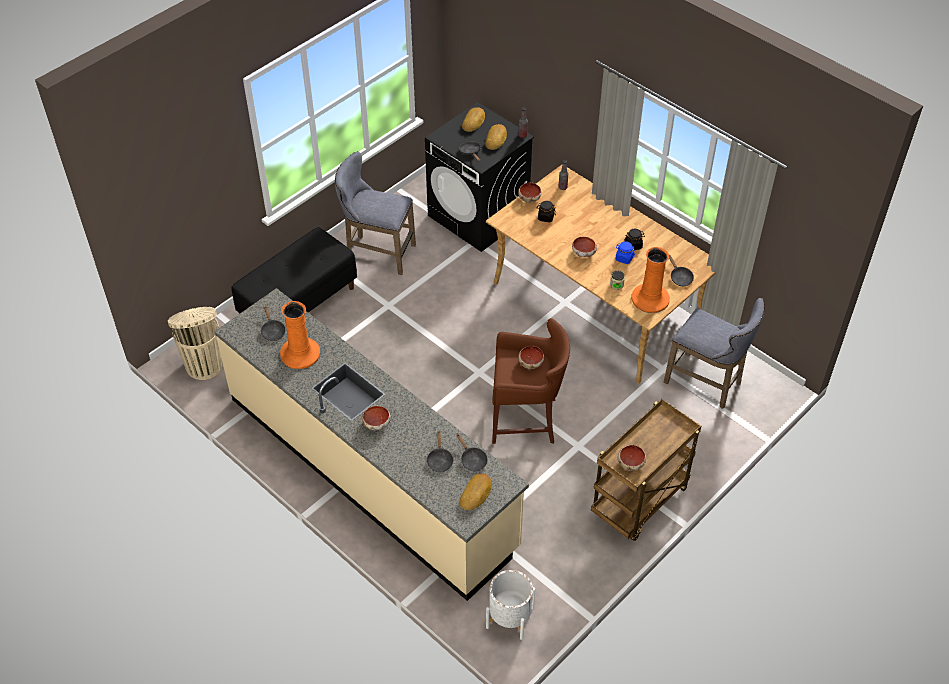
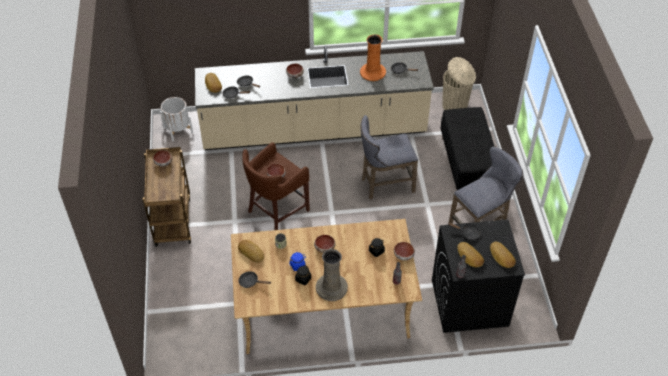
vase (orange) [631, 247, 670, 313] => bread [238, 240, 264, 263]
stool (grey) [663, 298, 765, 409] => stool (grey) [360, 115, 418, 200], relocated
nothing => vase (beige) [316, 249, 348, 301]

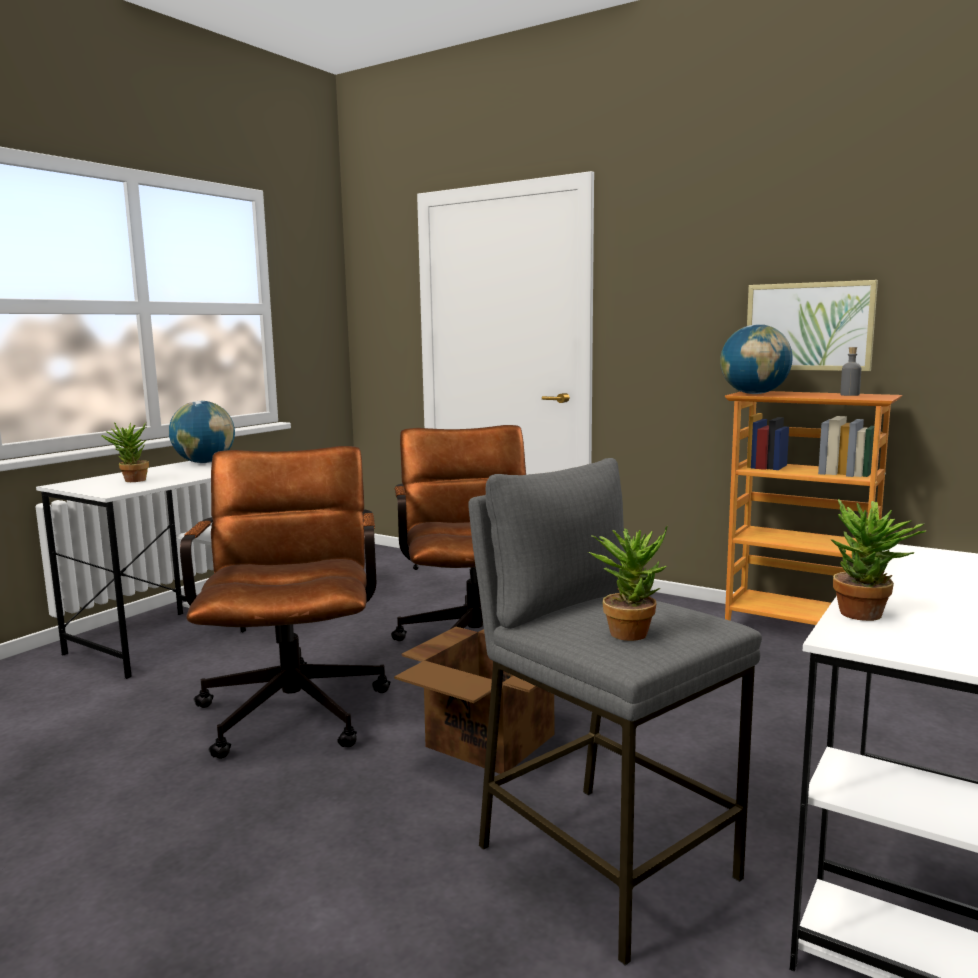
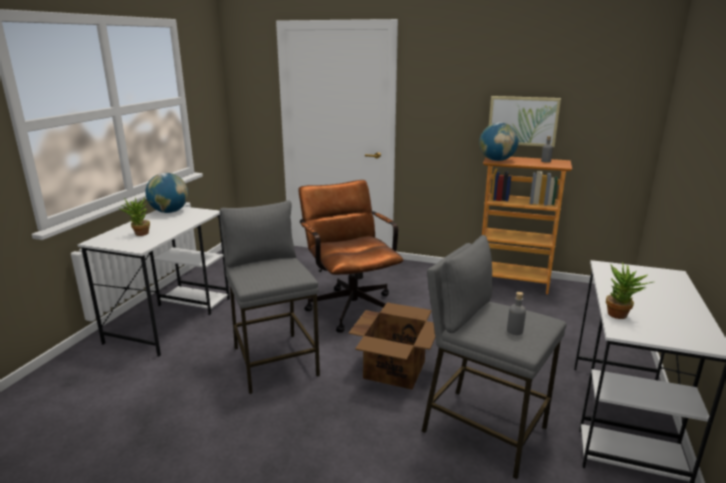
office chair (brown) [180, 446, 391, 759] => stool (grey) [220, 201, 320, 394]
potted plant [588, 526, 667, 641] => bottle (grey) [507, 292, 526, 335]

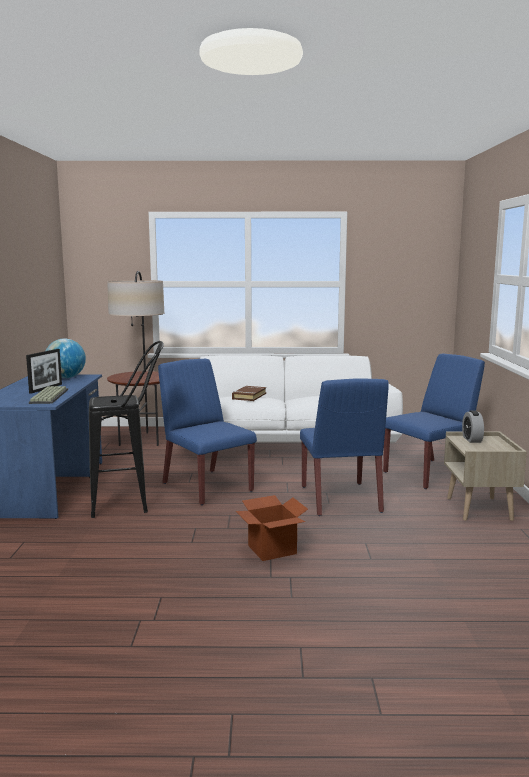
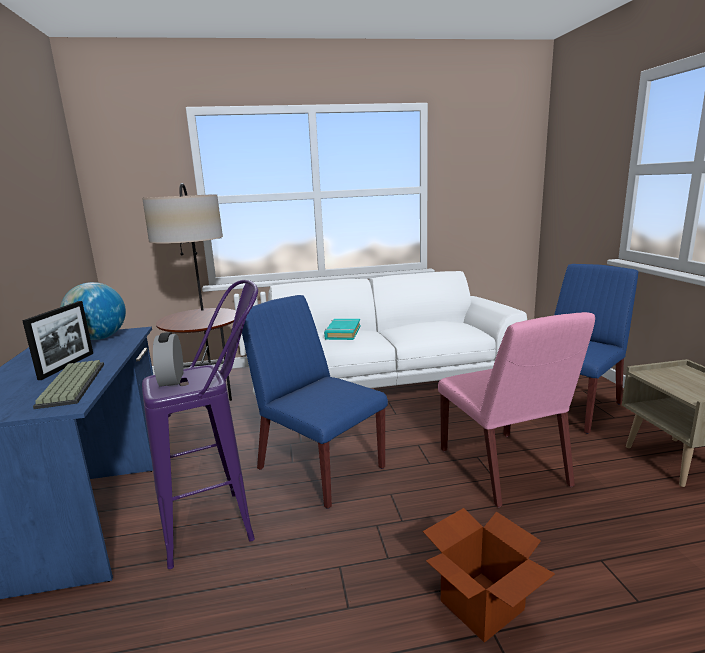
stool (black) [89, 341, 164, 518] => stool (purple) [142, 280, 258, 569]
chair (blue) [300, 378, 389, 516] => chair (pink) [438, 312, 595, 507]
book (brown) [232, 386, 266, 401] => book (turquoise) [324, 319, 360, 340]
alarm clock [462, 410, 484, 443] => alarm clock [153, 332, 184, 387], relocated

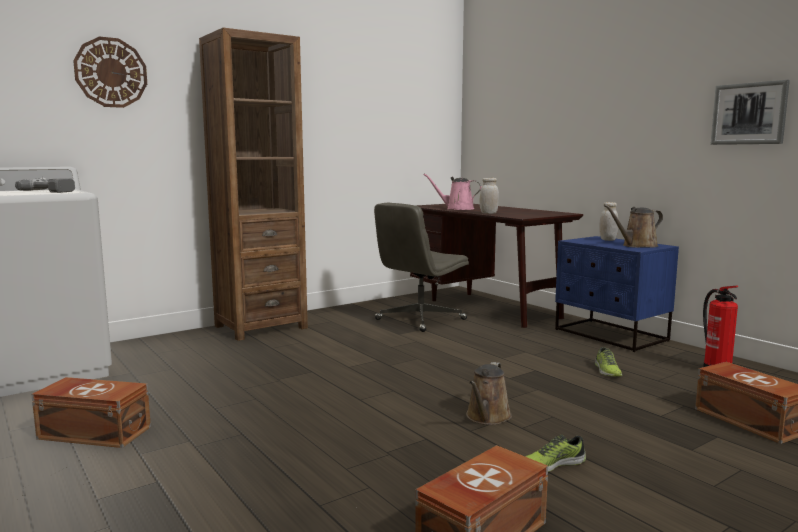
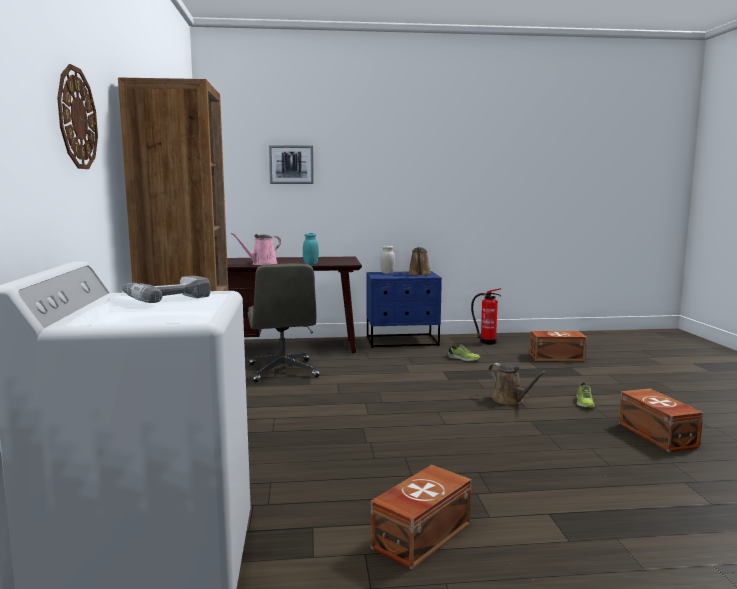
picture [711, 80, 790, 145] => picture [269, 145, 314, 184], relocated
jar (white) [480, 178, 499, 214] => jar (turquoise) [303, 233, 319, 265]

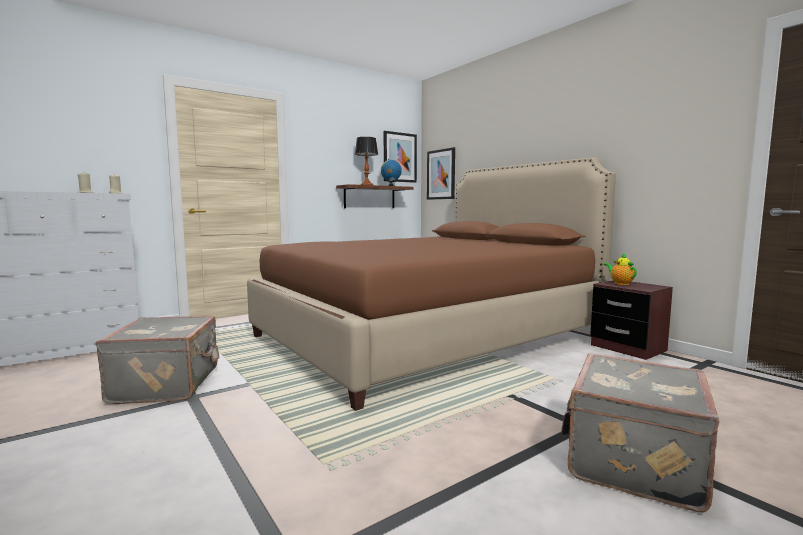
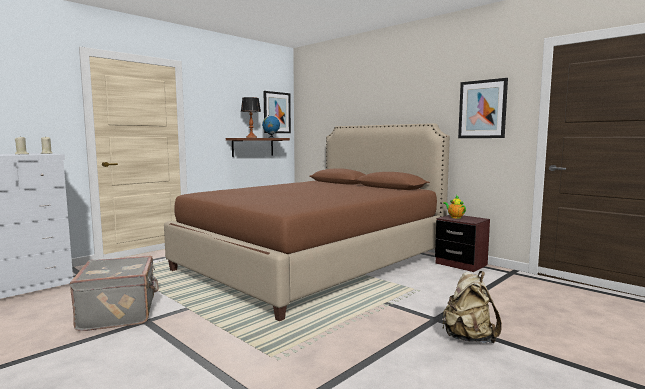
picture [427, 147, 455, 200] => picture [458, 78, 508, 138], relocated
suitcase (grey) [561, 353, 719, 512] => backpack (beige) [442, 271, 502, 343]

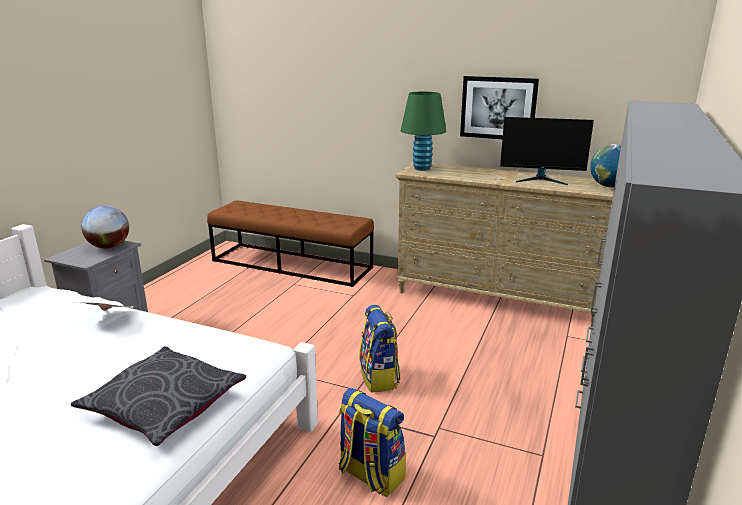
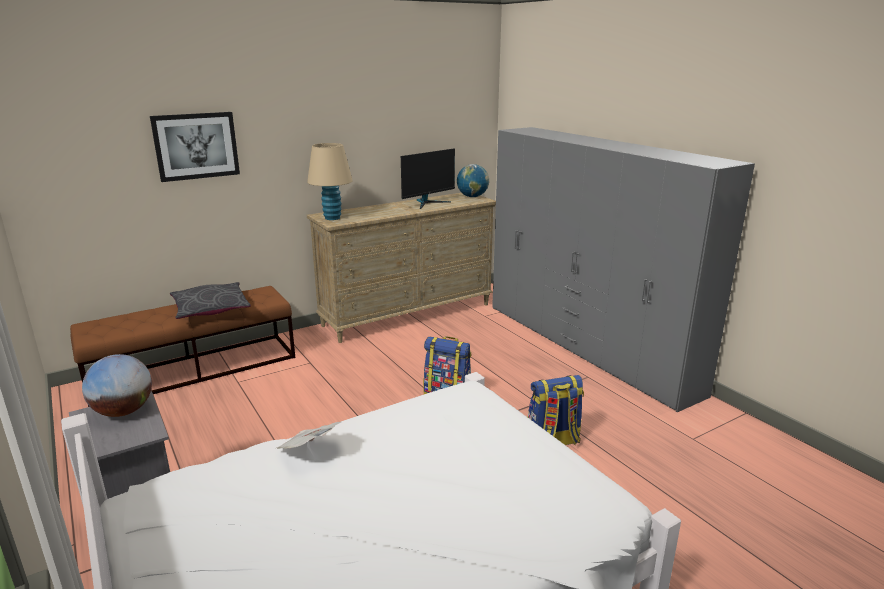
picture [460, 76, 539, 139] => picture [150, 112, 240, 182], relocated
table lamp (green) [401, 92, 446, 171] => table lamp (beige) [307, 143, 353, 220]
pillow (grey) [71, 346, 246, 446] => pillow (grey) [170, 282, 251, 319], relocated

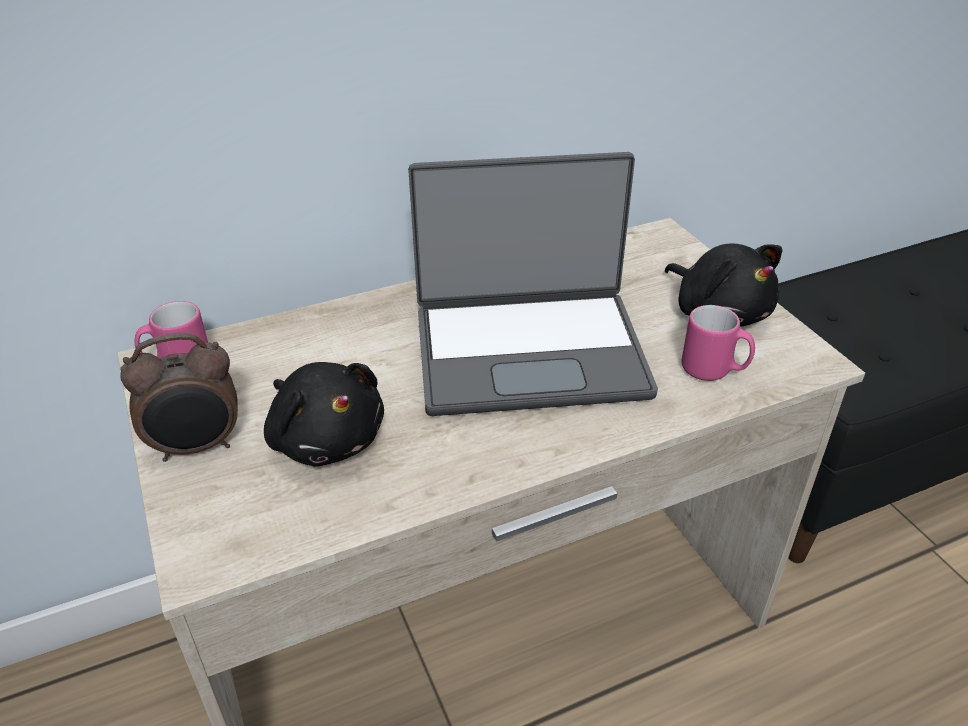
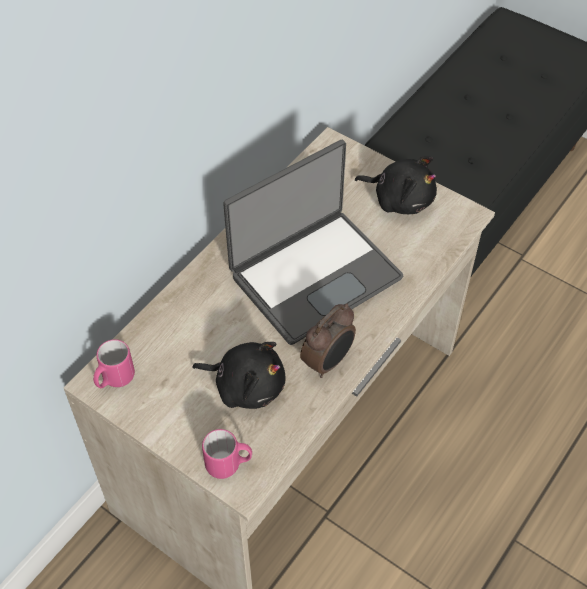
mug (pink) [682, 305, 755, 381] => mug (pink) [202, 429, 252, 479], relocated
alarm clock [120, 333, 238, 462] => alarm clock [300, 303, 356, 378], relocated

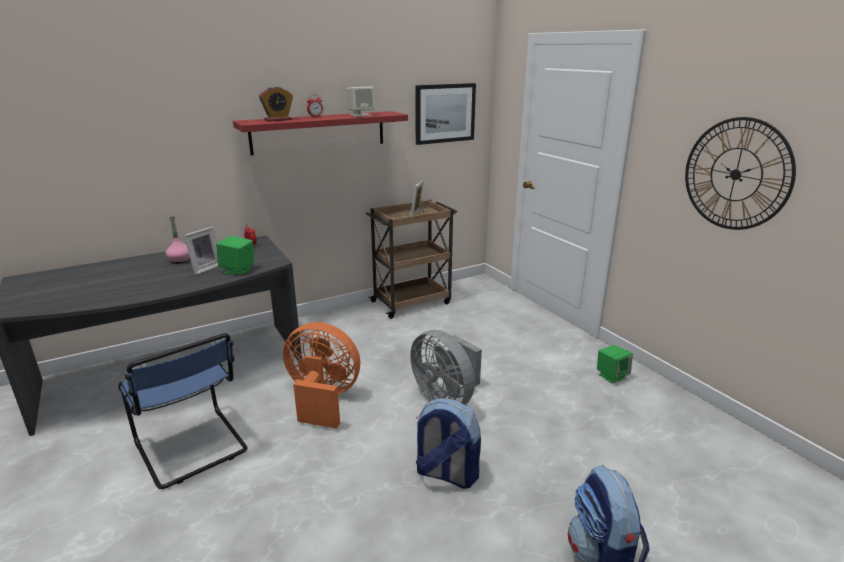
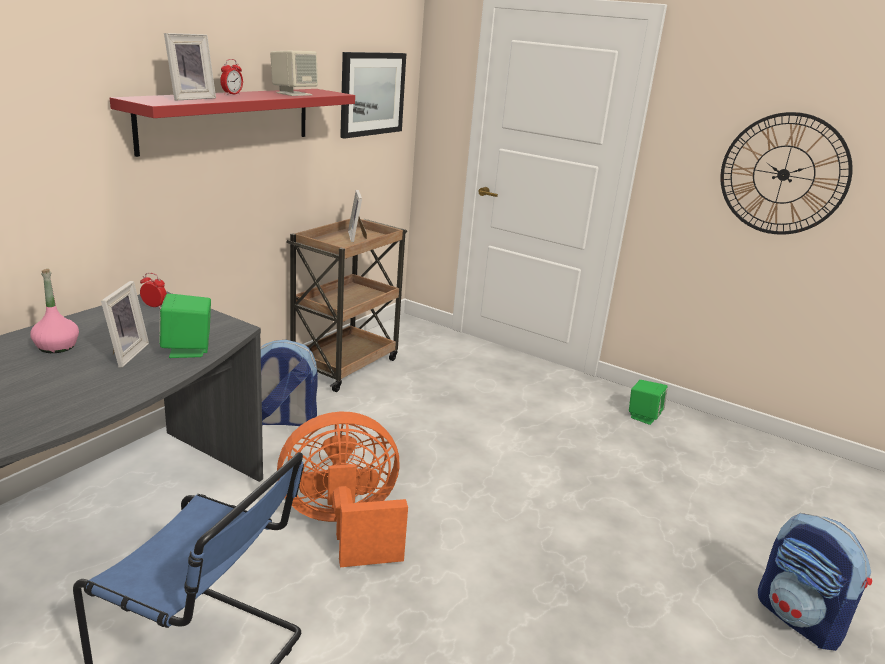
alarm clock [259, 86, 293, 122] => picture frame [164, 33, 216, 101]
fan (grey) [410, 330, 482, 405] => nothing
backpack [416, 398, 481, 489] => backpack [261, 339, 318, 426], relocated

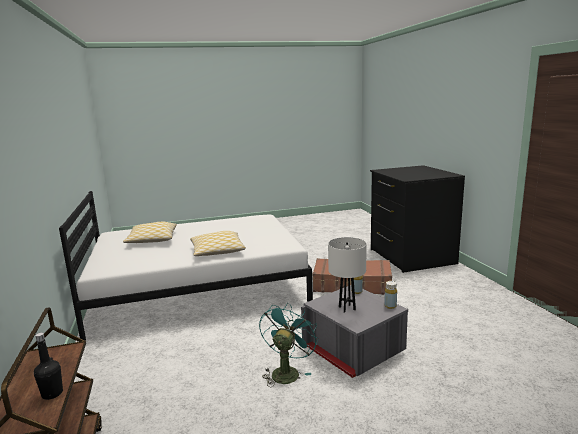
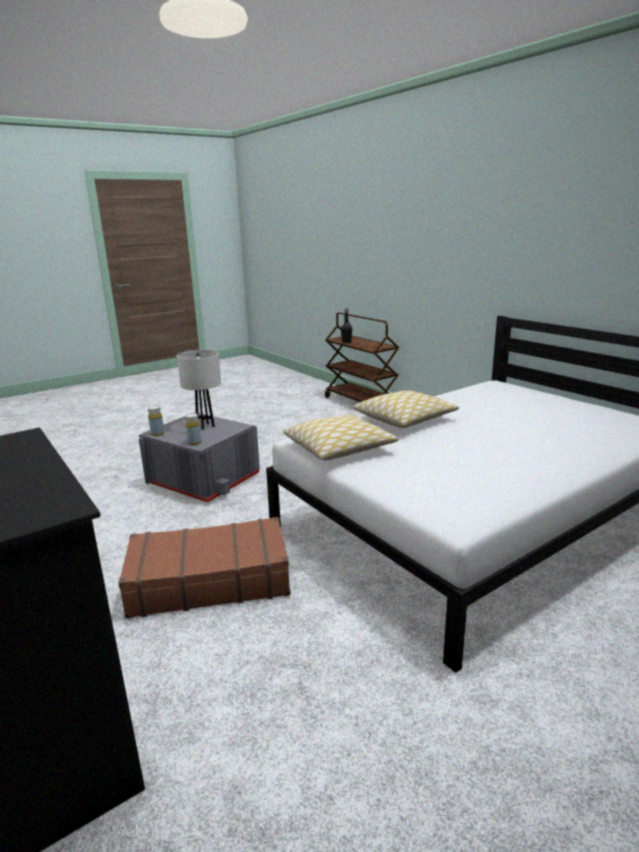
pillow [123, 222, 177, 243] => pillow [283, 415, 399, 460], relocated
fan (turquoise) [259, 303, 319, 387] => nothing

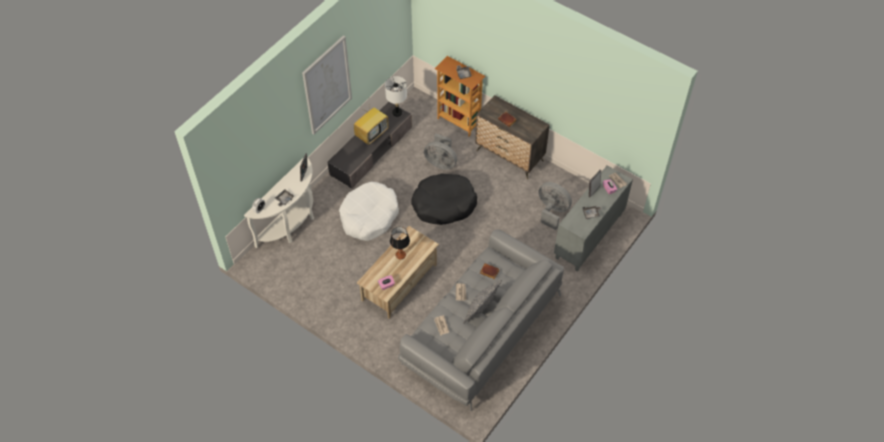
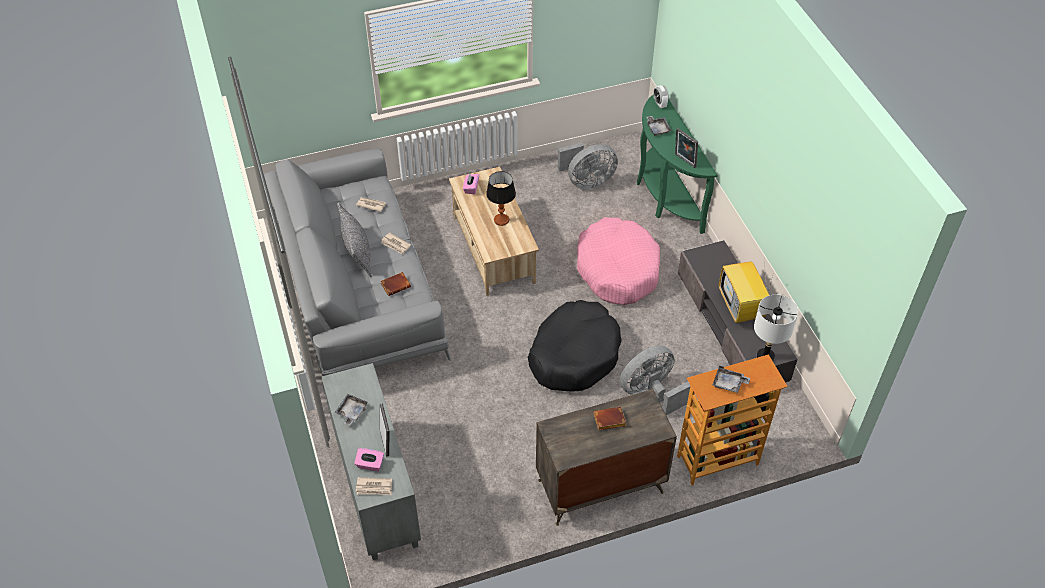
picture [302, 35, 352, 135] => nothing
console table (white) [244, 157, 314, 248] => console table (green) [637, 94, 718, 234]
dog bed (white) [339, 182, 399, 241] => dog bed (pink) [577, 217, 660, 305]
fan (grey) [538, 182, 572, 230] => fan (grey) [558, 143, 618, 189], relocated

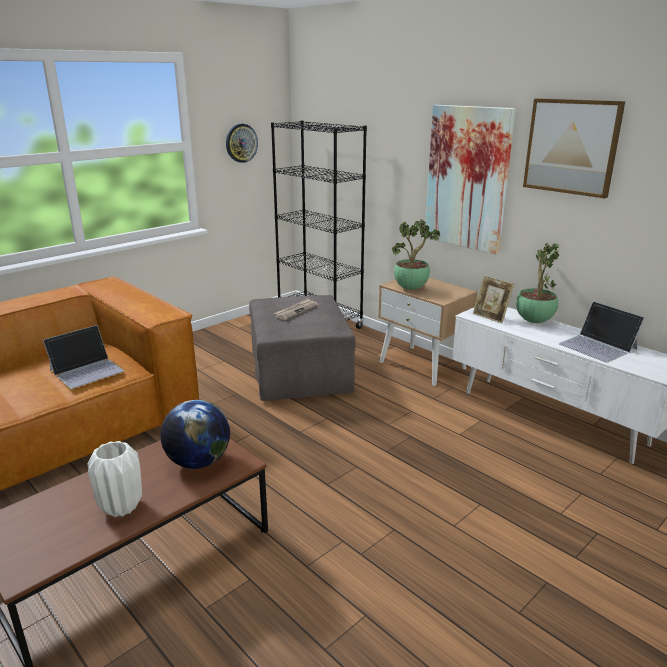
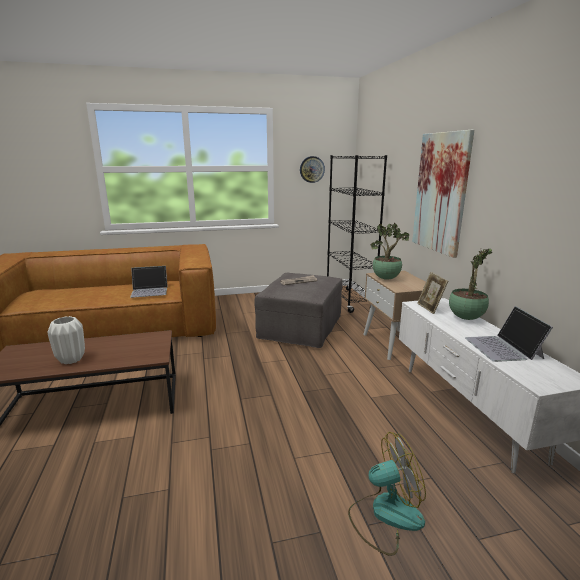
picture [523, 98, 625, 198] => nothing
globe [160, 400, 230, 469] => nothing
nothing => fan [348, 432, 426, 556]

